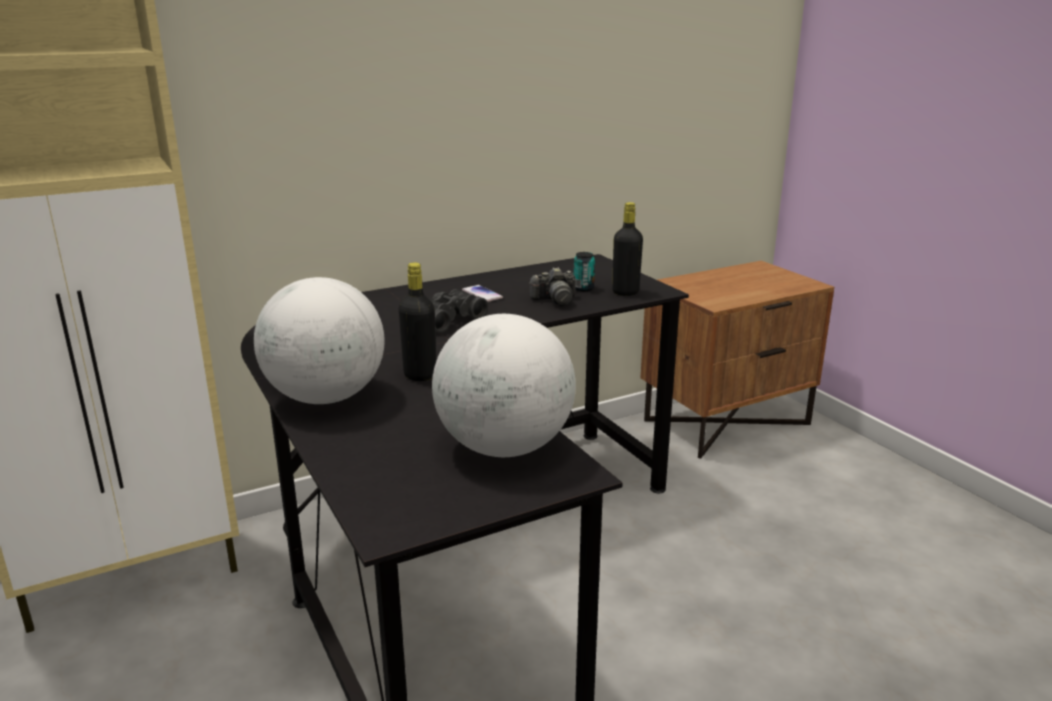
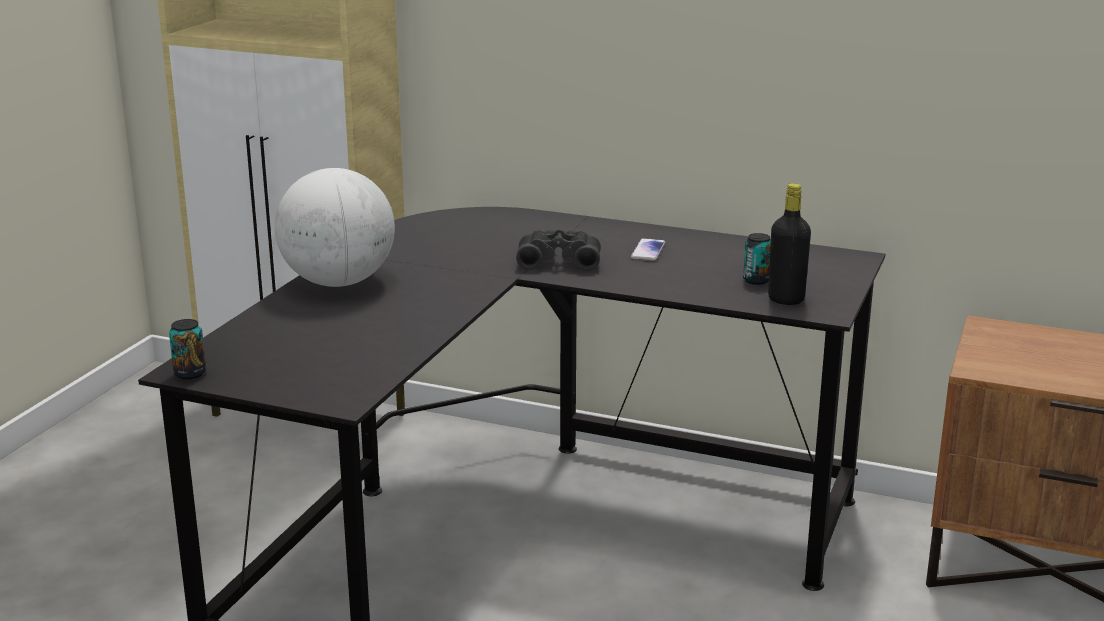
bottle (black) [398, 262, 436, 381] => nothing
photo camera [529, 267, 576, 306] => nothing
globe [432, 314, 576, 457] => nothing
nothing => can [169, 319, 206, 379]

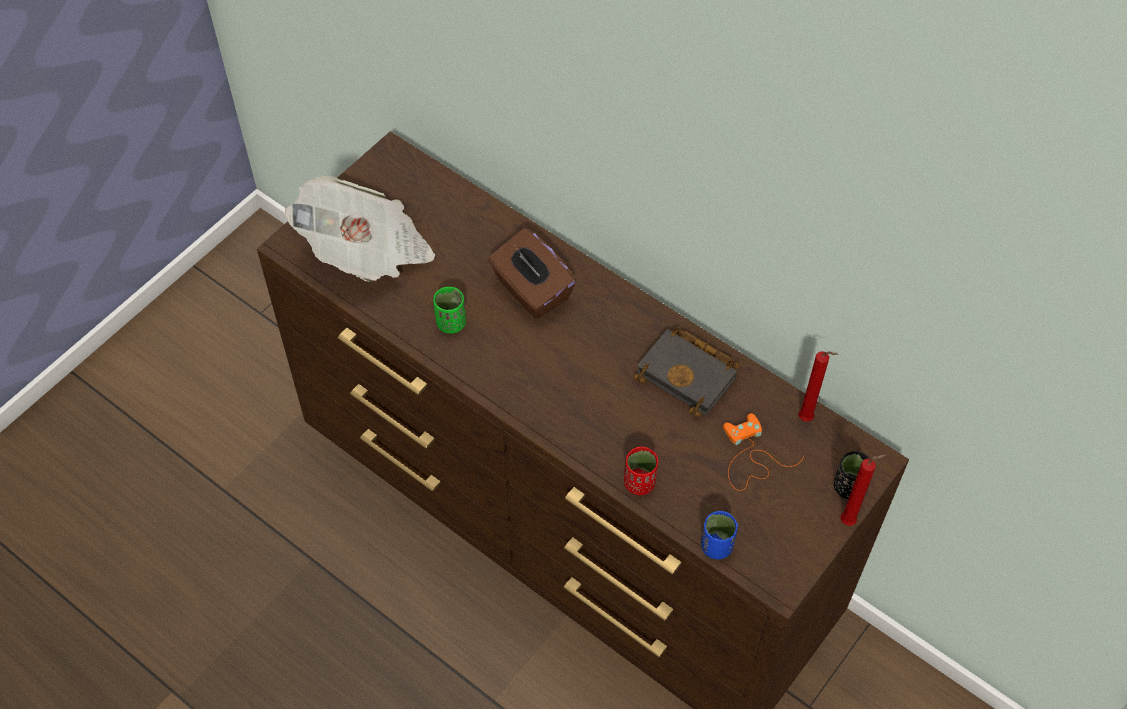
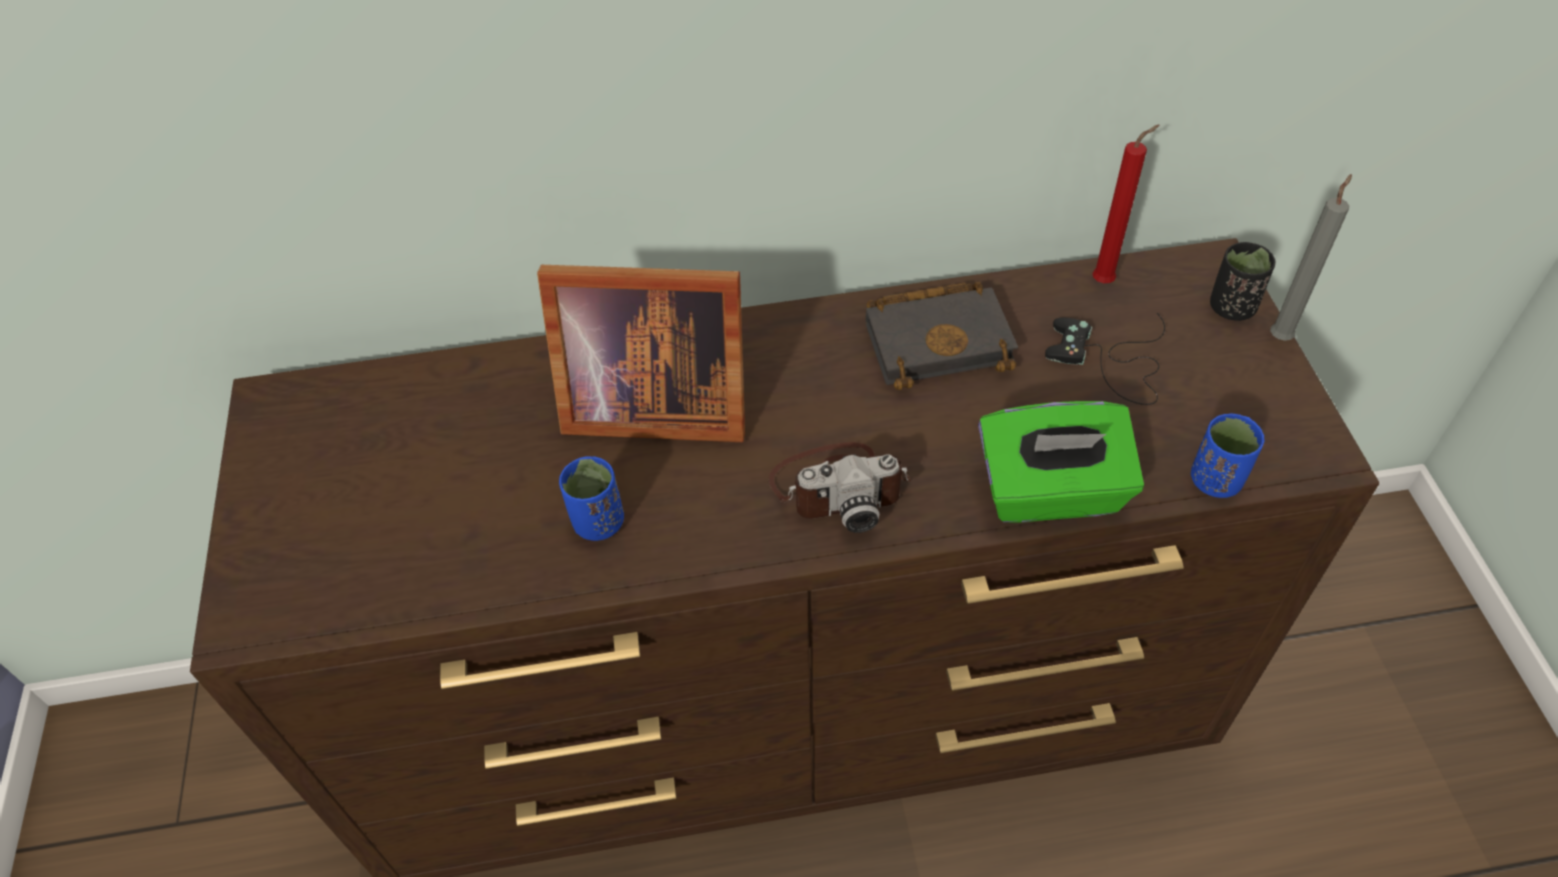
newspaper [285, 176, 435, 282] => nothing
tissue box (brown) [488, 228, 576, 319] => picture frame [537, 265, 745, 442]
cup (green) [433, 287, 466, 334] => cup (blue) [559, 456, 624, 541]
game controller (orange) [723, 413, 805, 491] => game controller (black) [1045, 313, 1165, 405]
cup (red) [624, 447, 658, 495] => tissue box (green) [978, 401, 1144, 522]
candle (red) [841, 455, 886, 526] => candle (grey) [1270, 174, 1352, 341]
nothing => photo camera [768, 442, 911, 533]

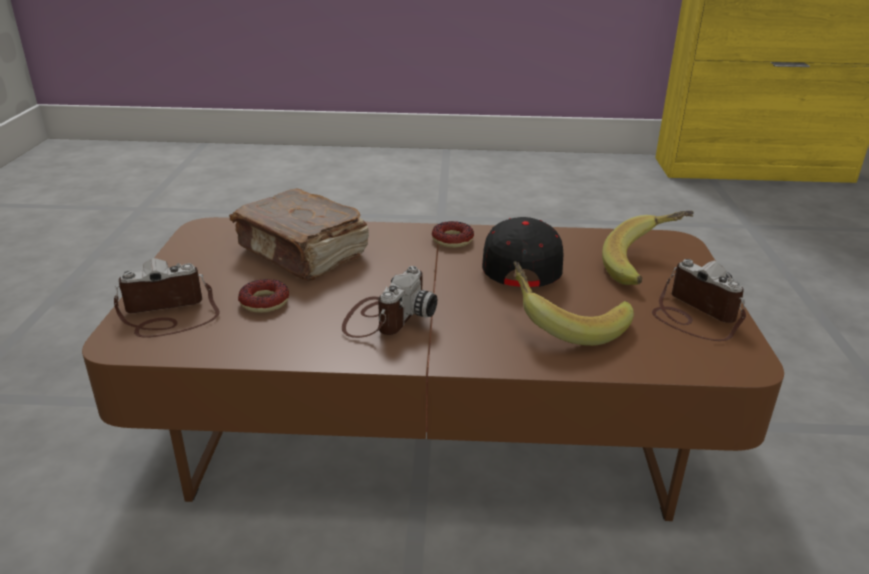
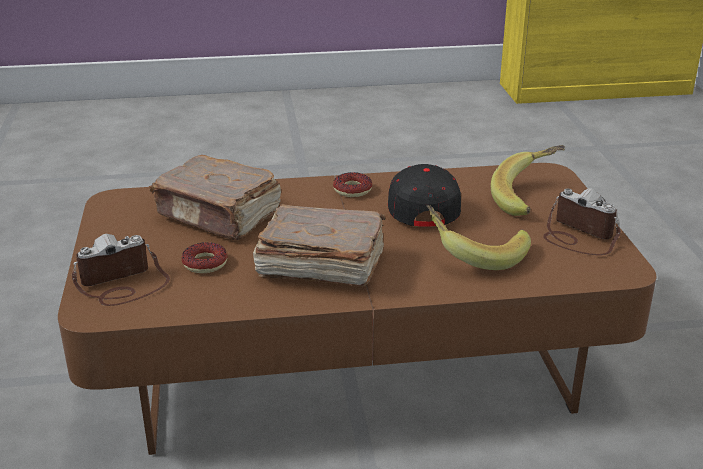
photo camera [342, 266, 437, 338] => book (brown) [253, 204, 385, 287]

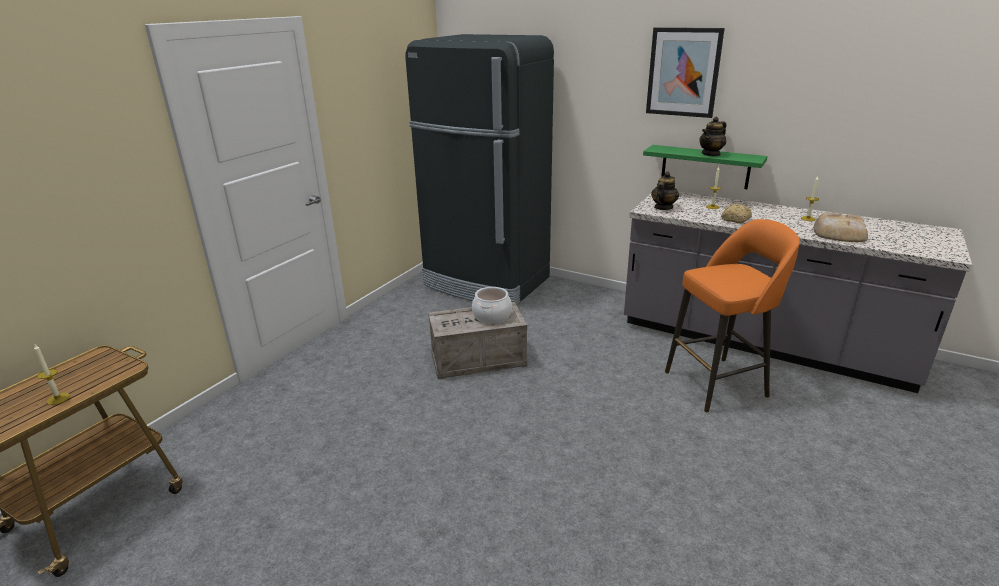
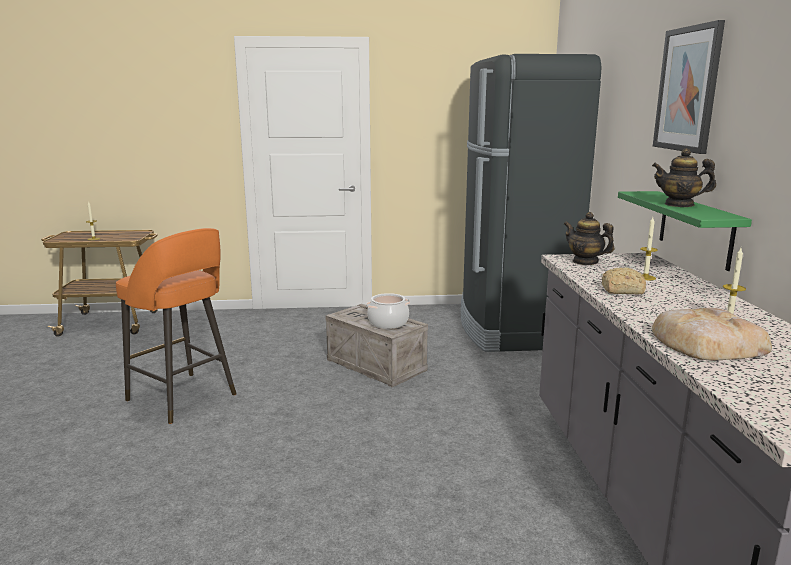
teapot [651, 171, 679, 210] => teapot [564, 212, 614, 265], 135 degrees counterclockwise
stool (orange) [665, 219, 800, 412] => stool (orange) [116, 228, 237, 424], relocated

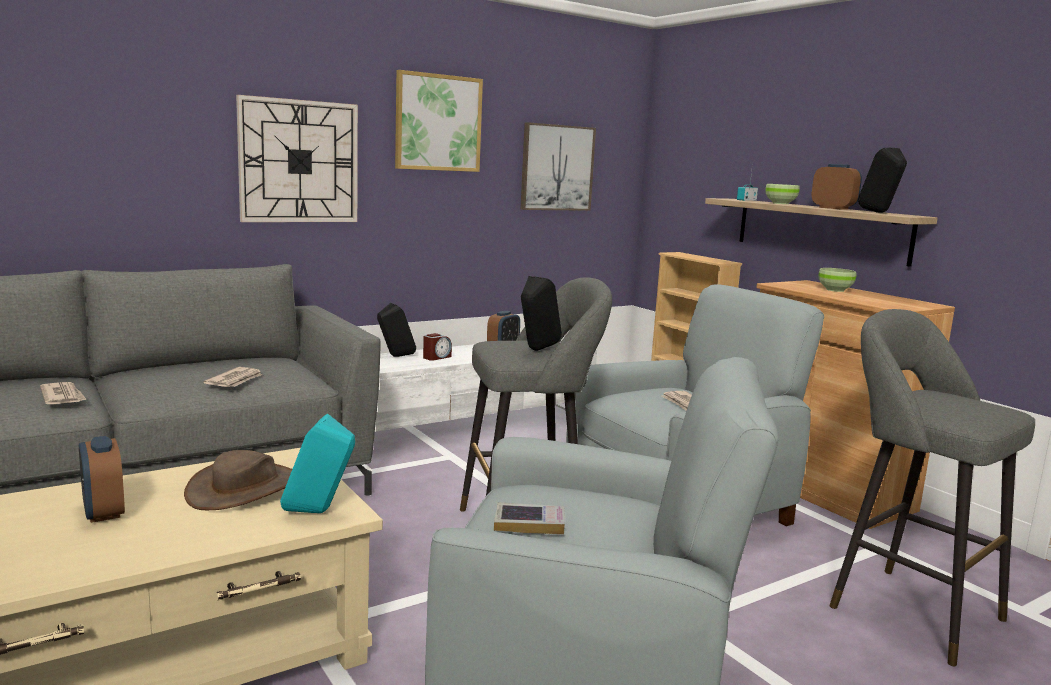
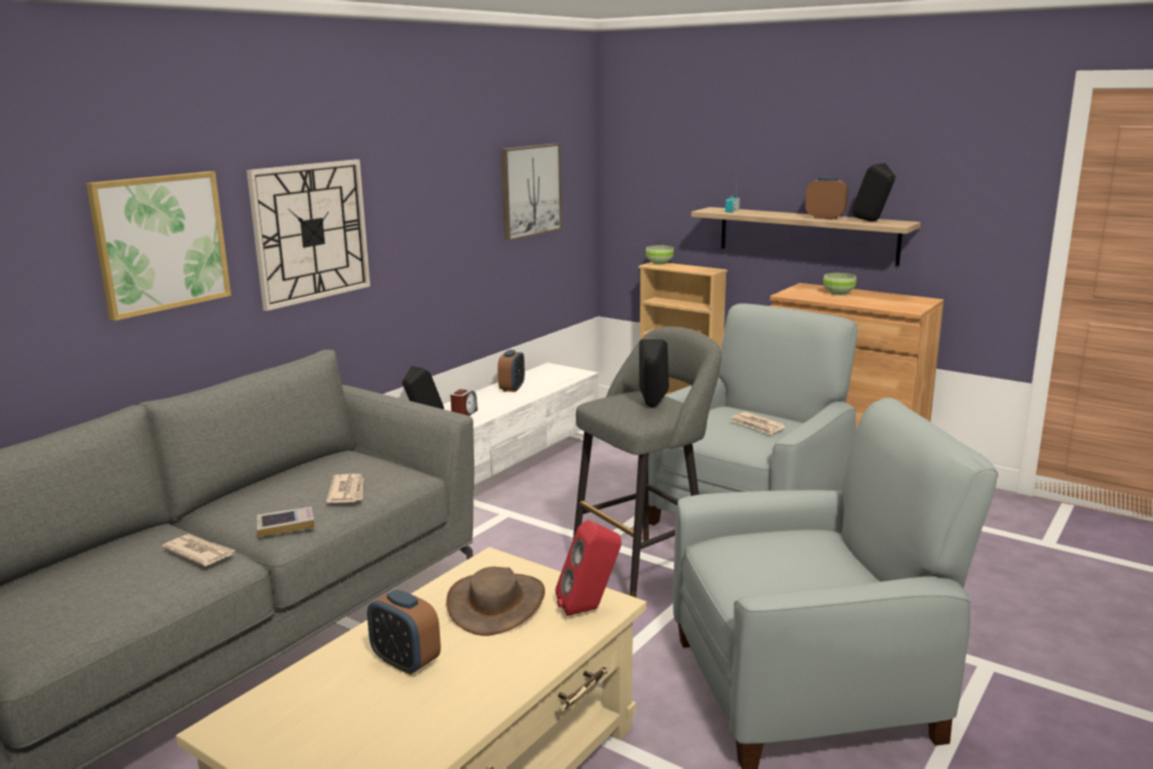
picture [395, 70, 483, 172] => picture [86, 171, 231, 321], relocated
bowl (green) [765, 184, 800, 204] => bowl (green) [646, 245, 674, 265], relocated
stool (grey) [830, 309, 1035, 666] => nothing
speaker (turquoise) [280, 414, 355, 513] => speaker (red) [556, 520, 621, 616]
book [494, 502, 565, 535] => book [257, 507, 315, 537], relocated

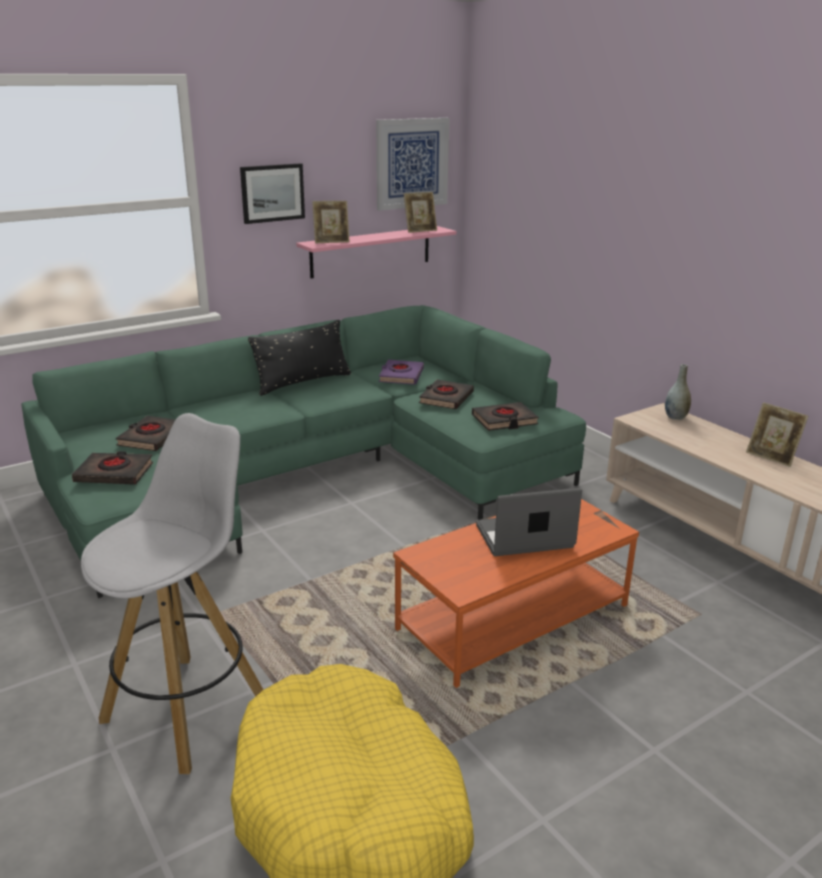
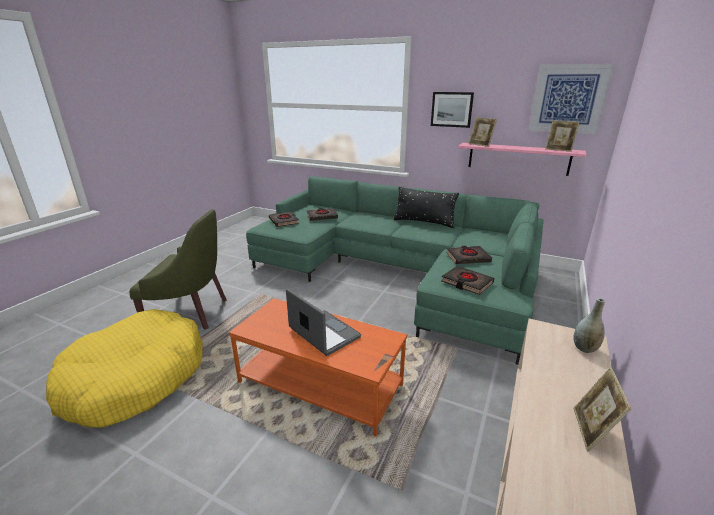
book (purple) [379, 360, 424, 385] => nothing
stool (white) [81, 413, 264, 774] => armchair (green) [129, 210, 227, 330]

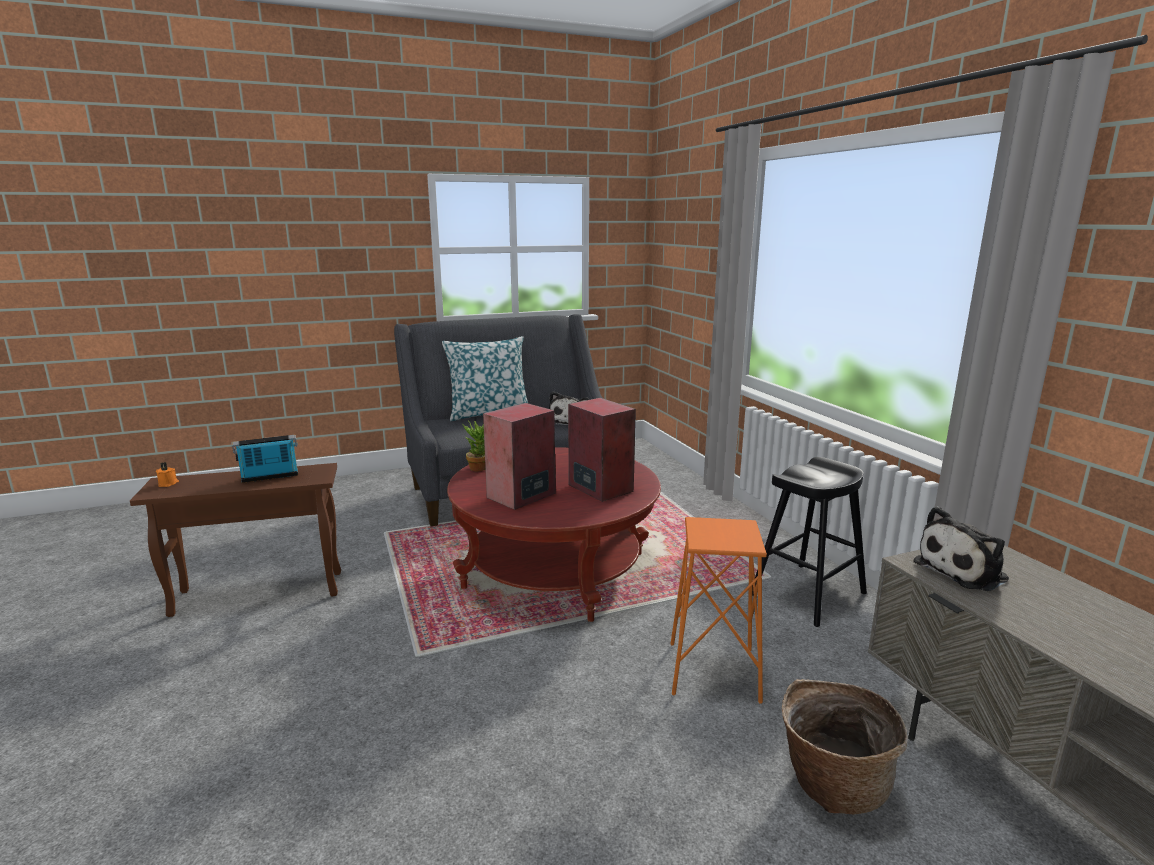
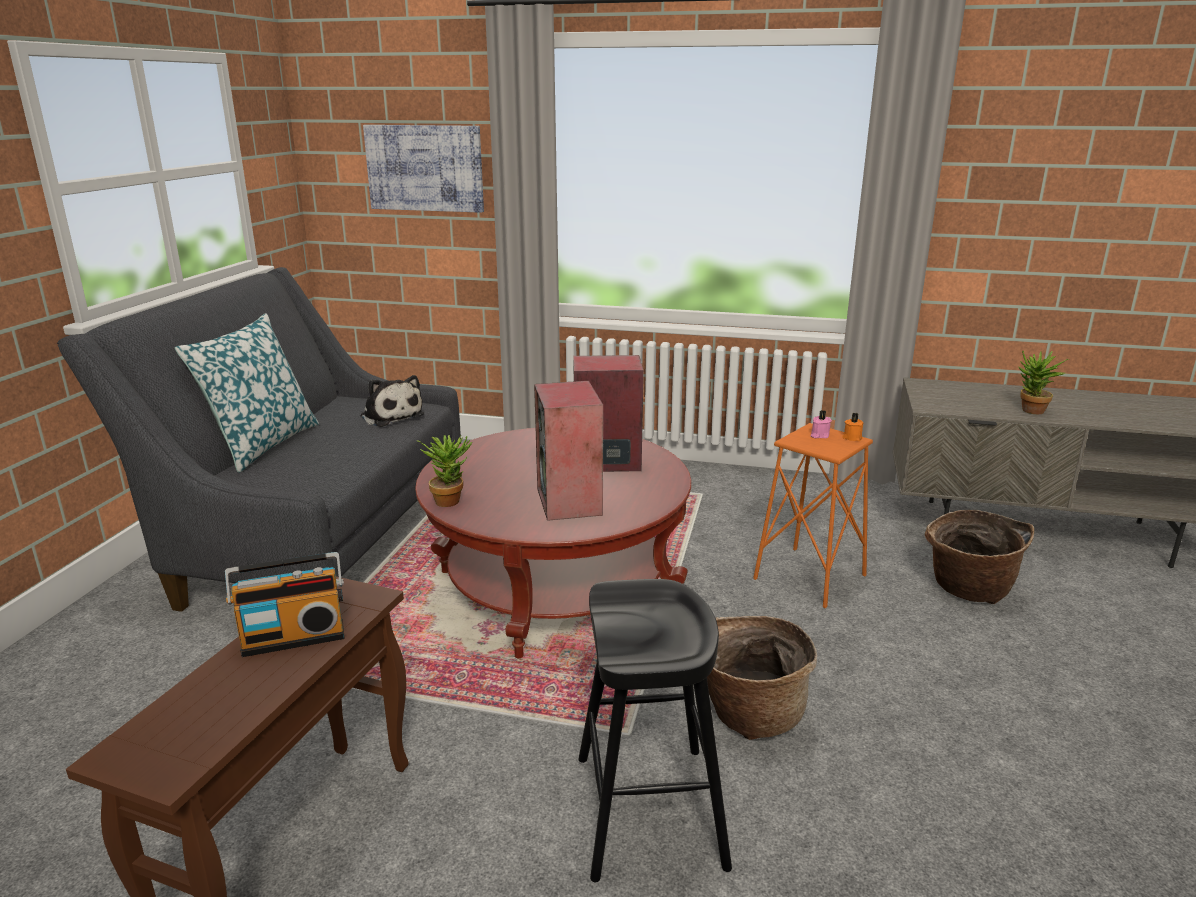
radio [231, 435, 298, 483] => radio [225, 552, 345, 657], 120 degrees counterclockwise
stool (black) [752, 457, 867, 627] => stool (black) [578, 579, 732, 882], relocated
candle (orange) [156, 462, 179, 487] => candle (orange) [842, 413, 863, 441], relocated
plush toy [913, 506, 1009, 591] => nothing
nothing => picture [363, 125, 484, 213]
nothing => potted plant [1018, 350, 1069, 414]
nothing => candle (pink) [811, 410, 832, 439]
nothing => basket [707, 616, 817, 740]

